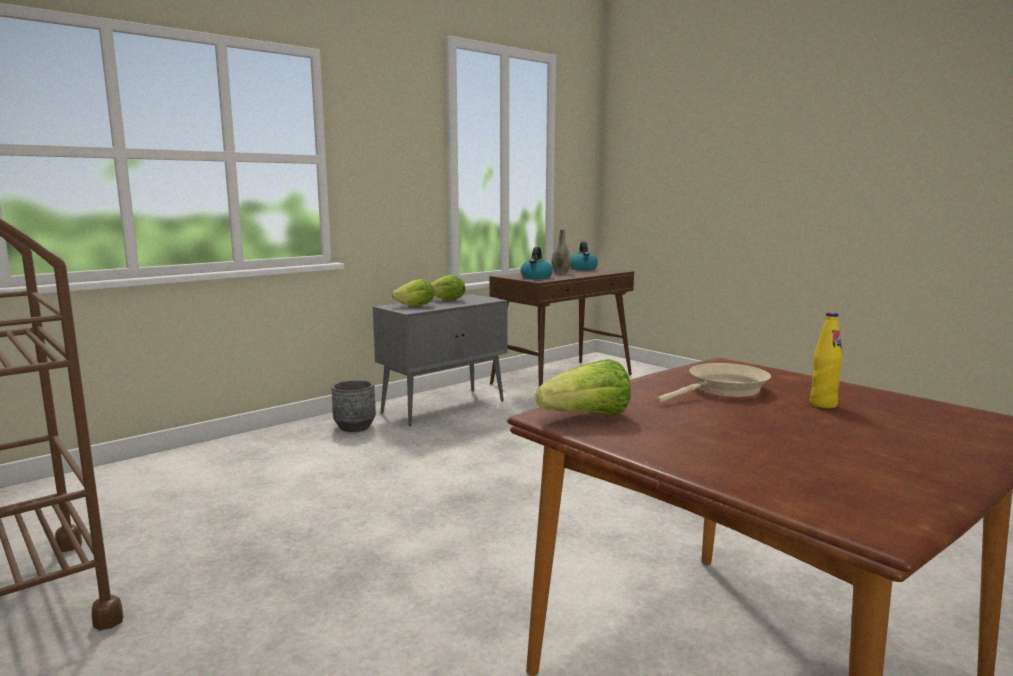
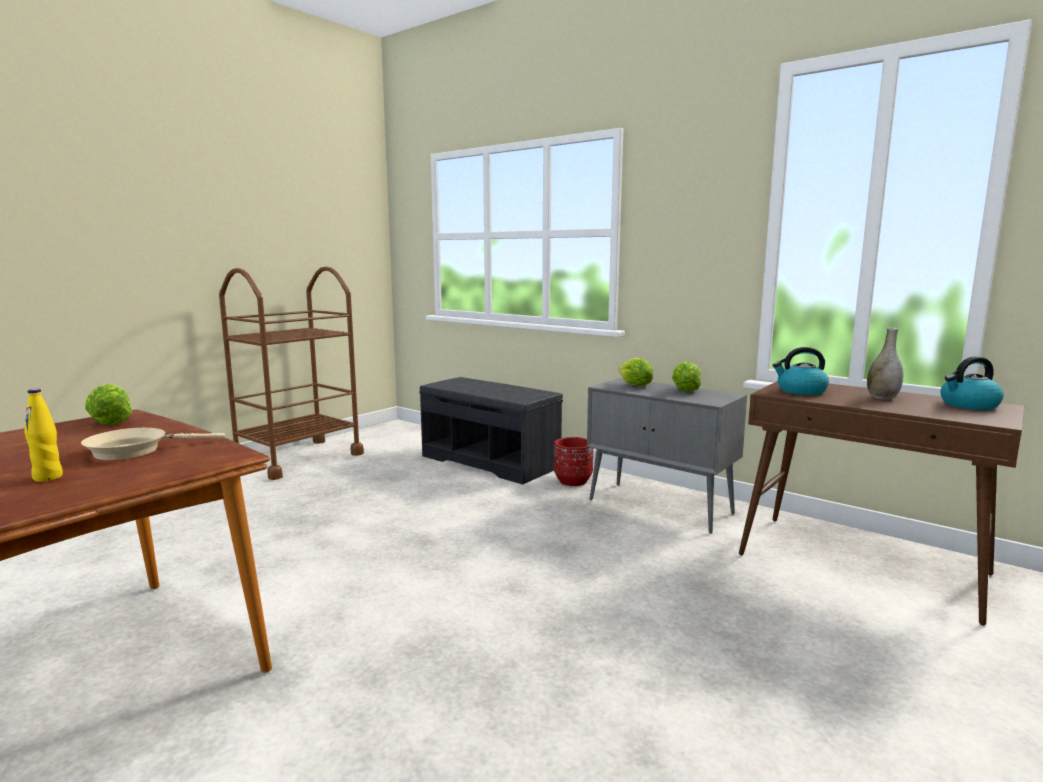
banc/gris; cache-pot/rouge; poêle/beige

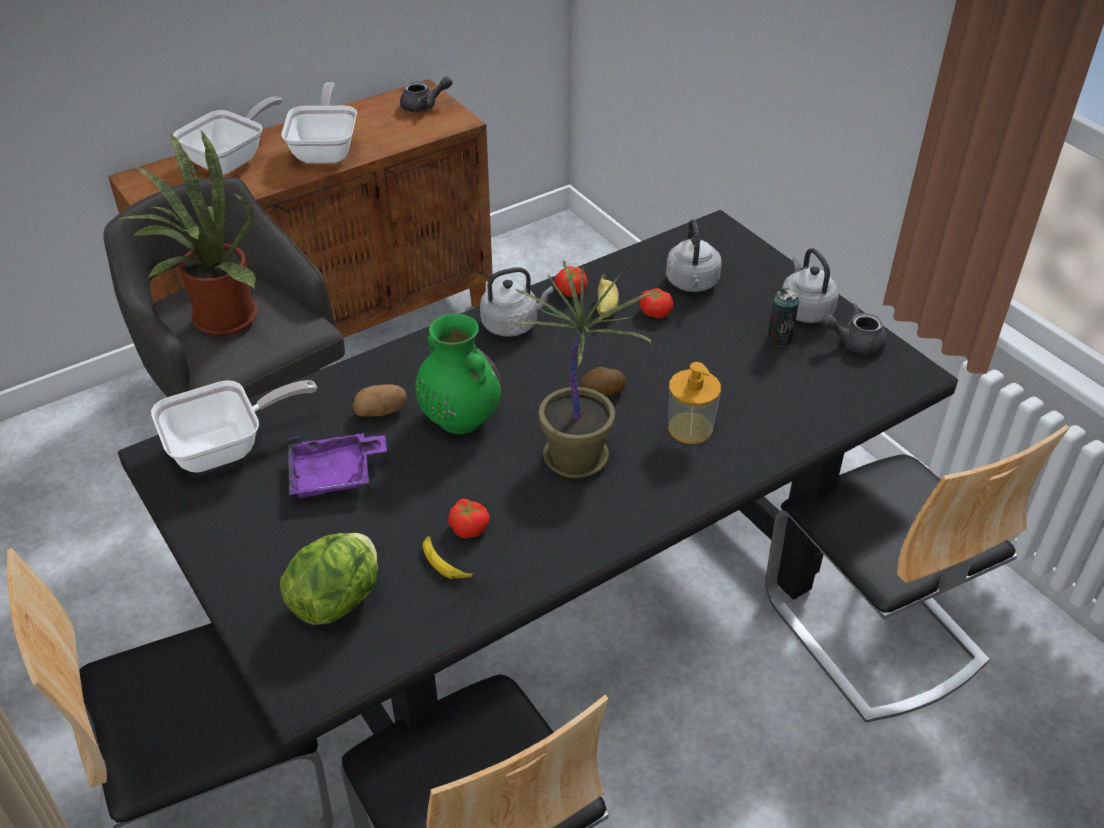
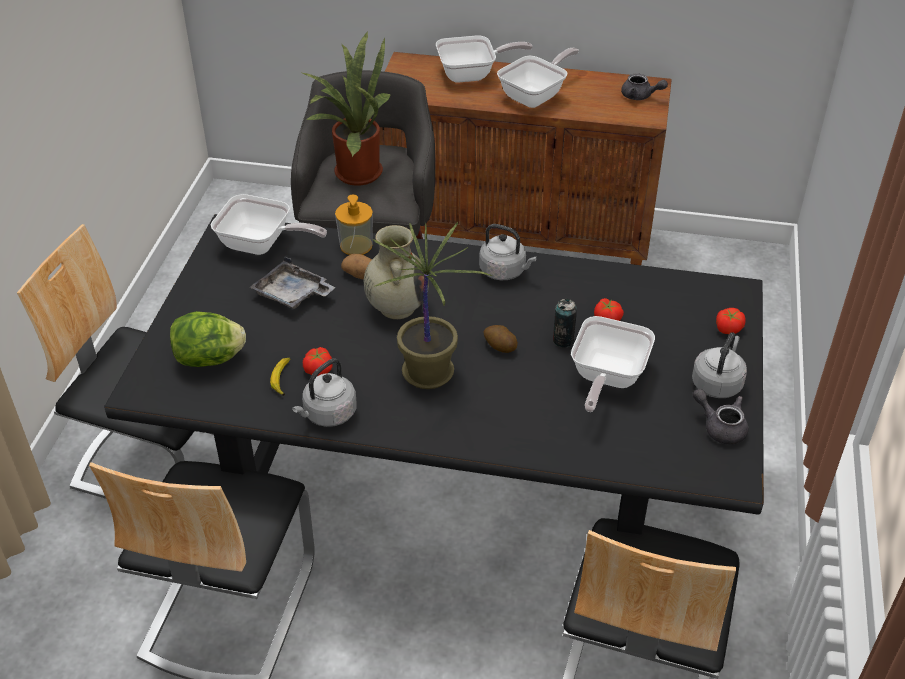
banane (2nd from left in the first image); poêle (4th from left); tomate (3rd from left); bouilloire/gris (1st from left); distributeur de savon; boîte métallique; plateau/gris; vase/beige

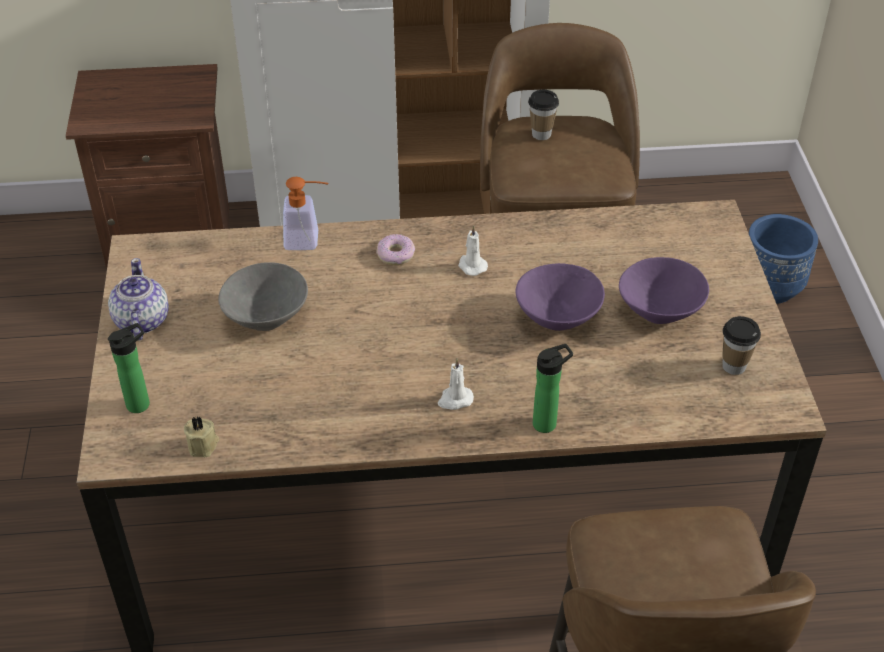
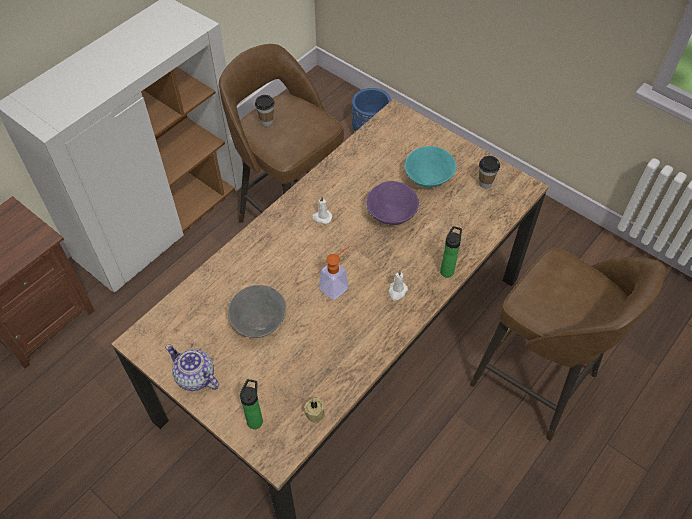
beignet; distributeur de savon; bol/turquoise

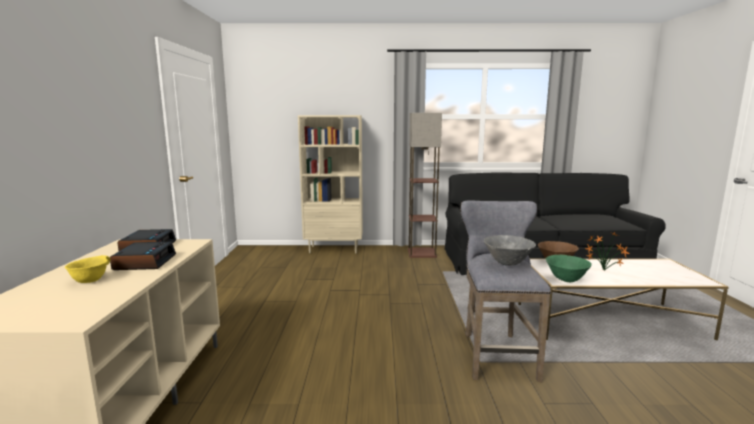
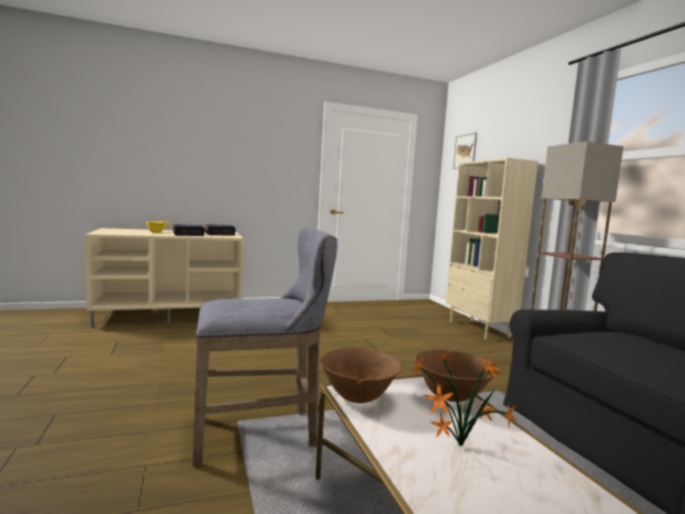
bol/gris; tableau; bol/marron (1st from left)

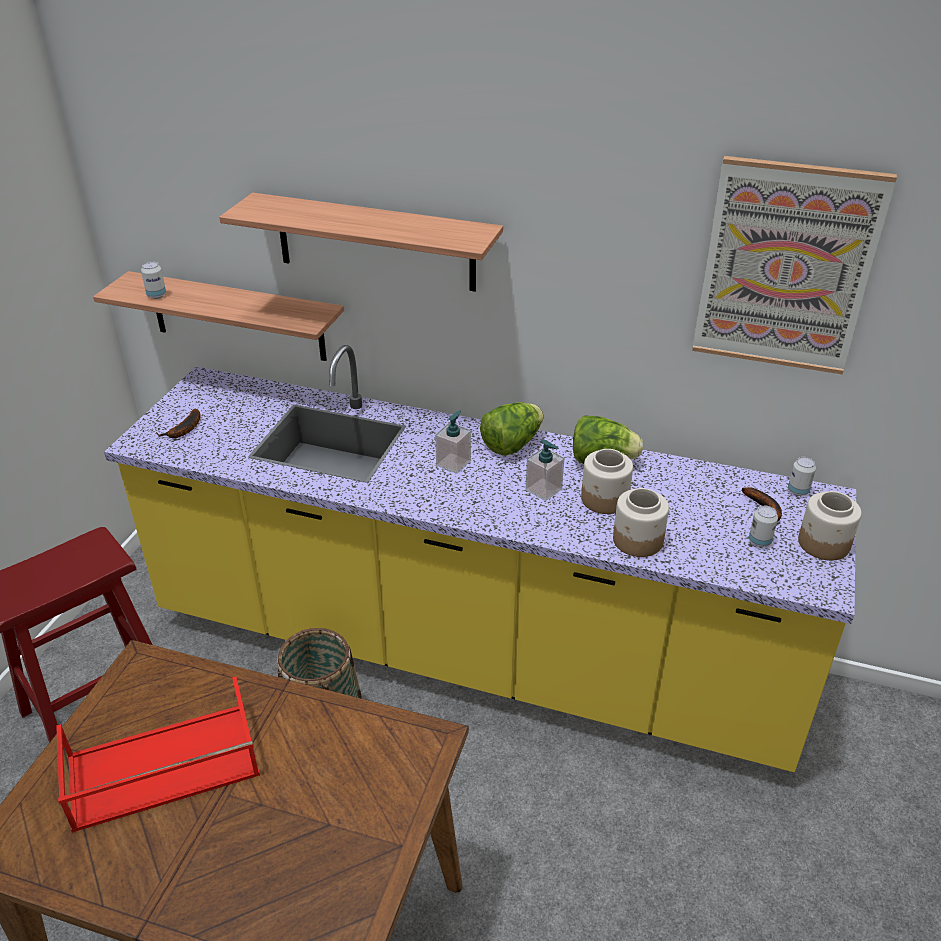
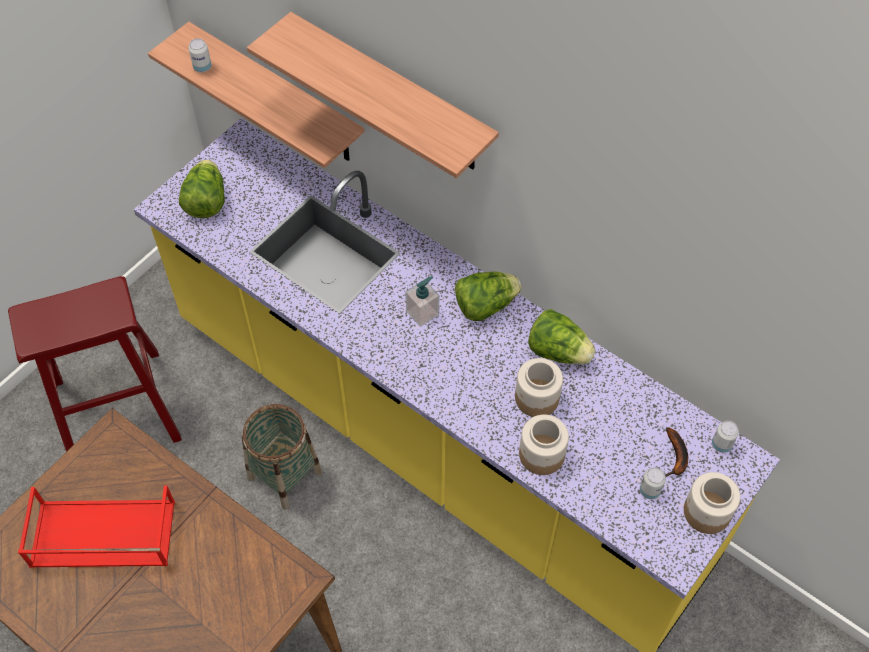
distributeur de savon (2nd from left in the first image); tableau; laitue (1st from left)

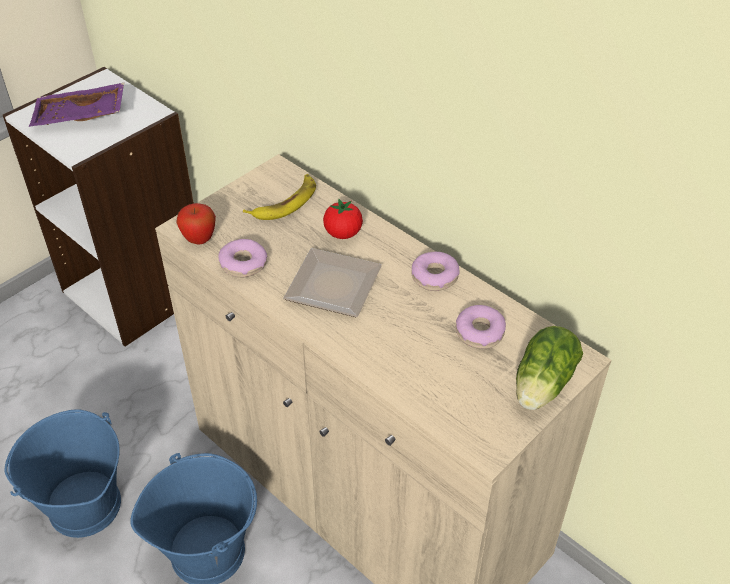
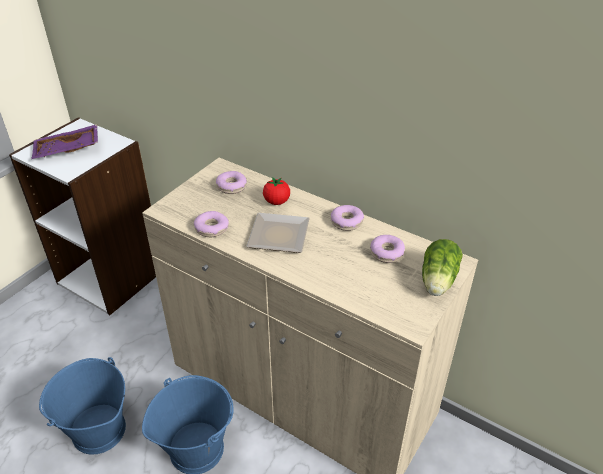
pomme; beignet (2nd from left)

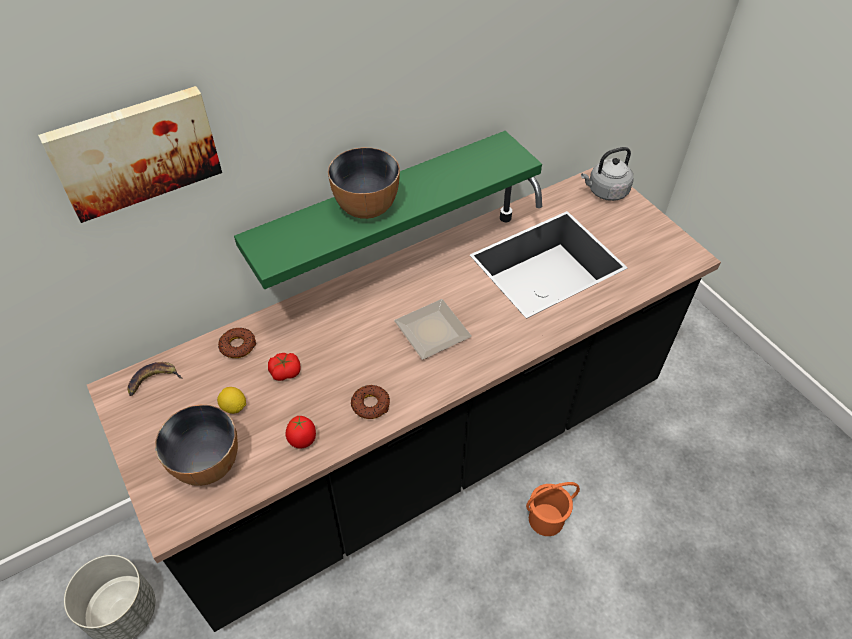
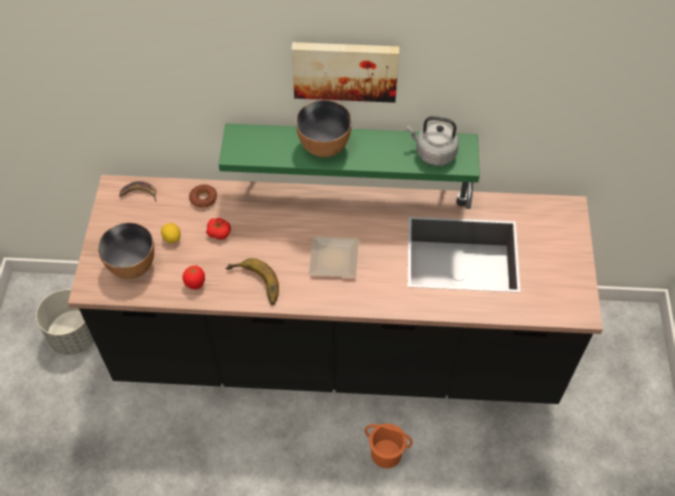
tableau; bouilloire/gris; banane (2nd from left)

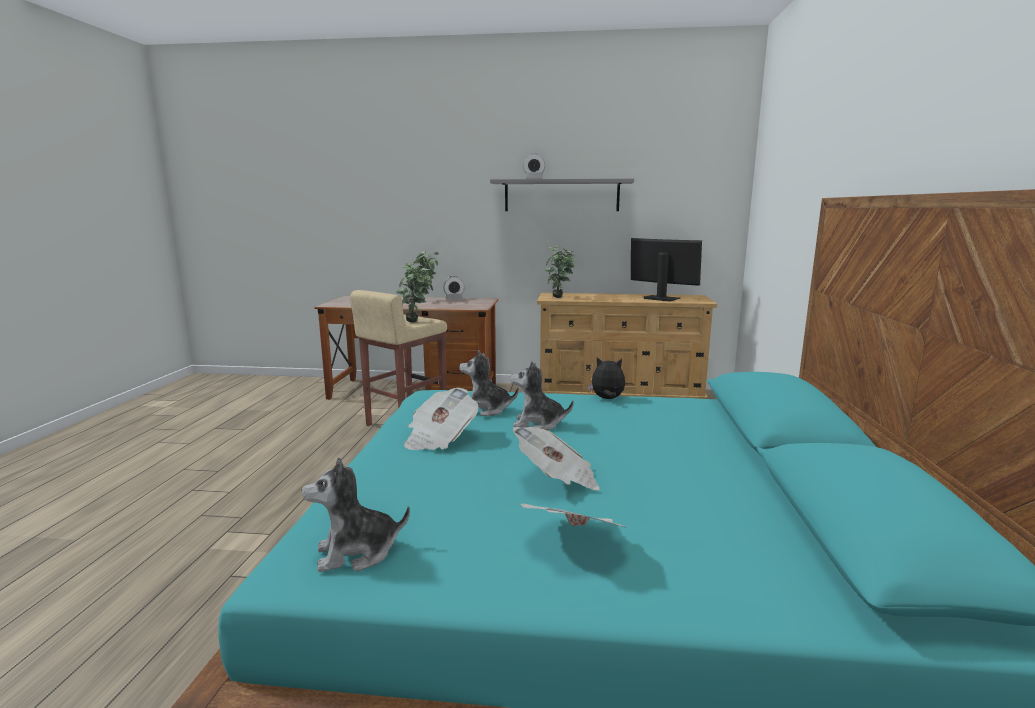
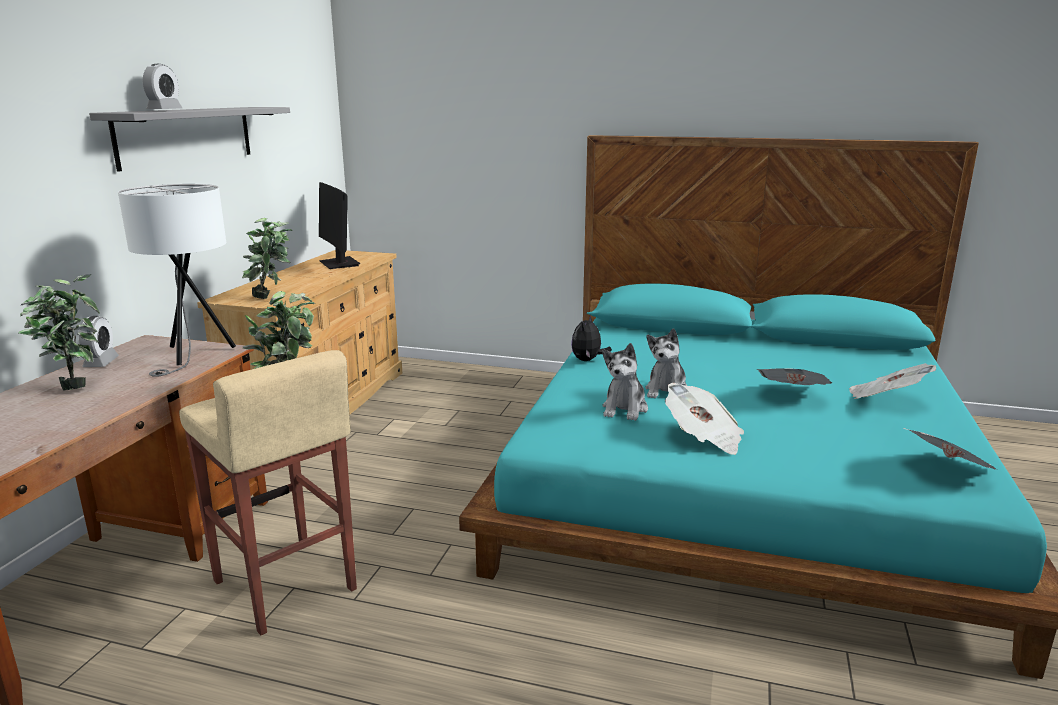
lampe de table/blanc; journal (4th from left); écran d'ordinateur

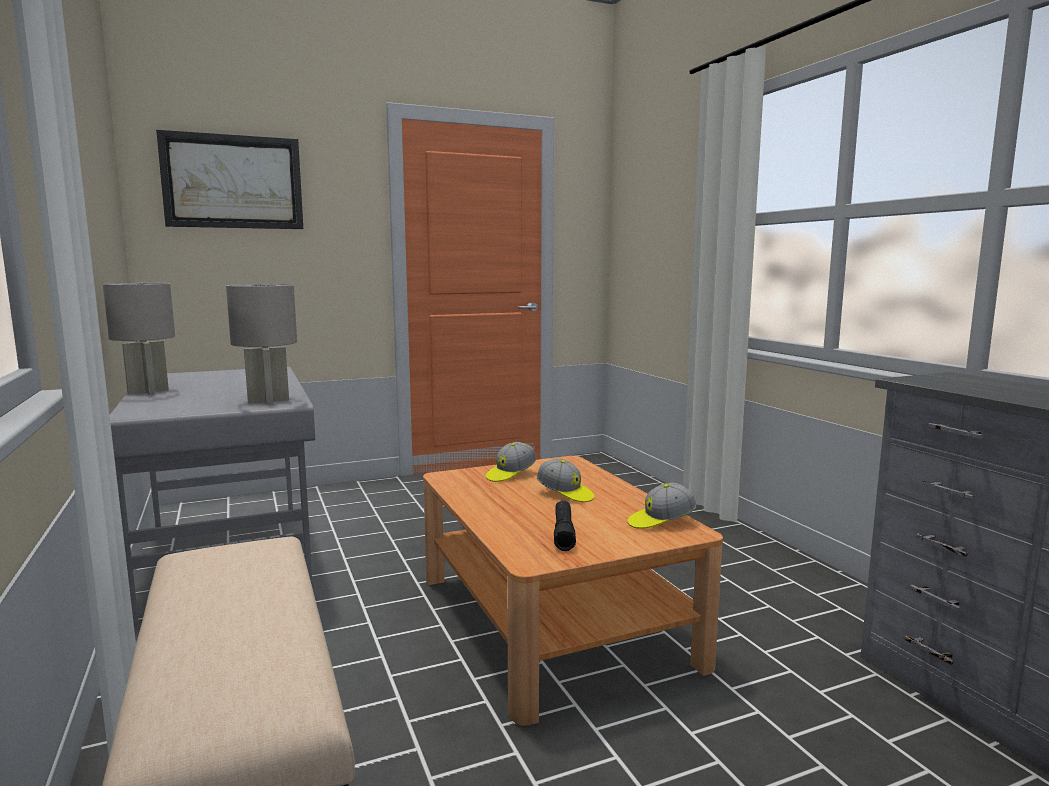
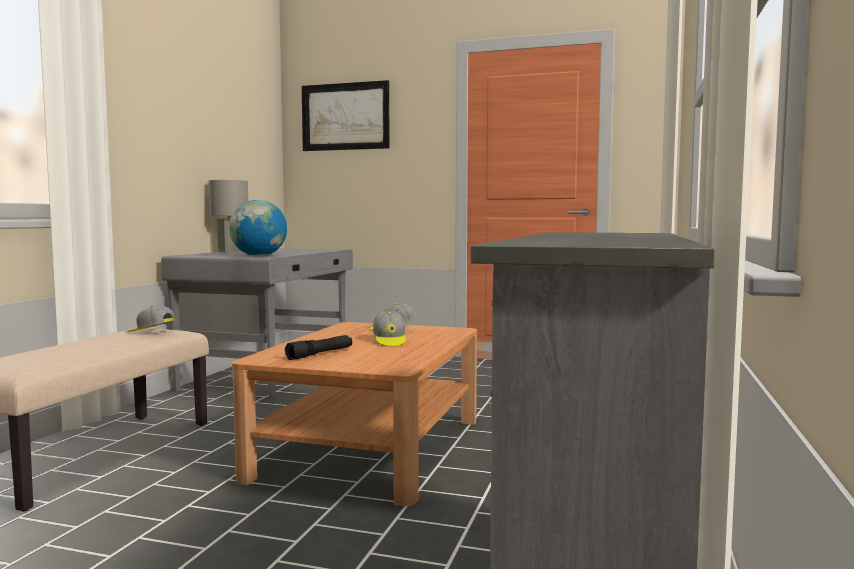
casquette (1st from left); globe

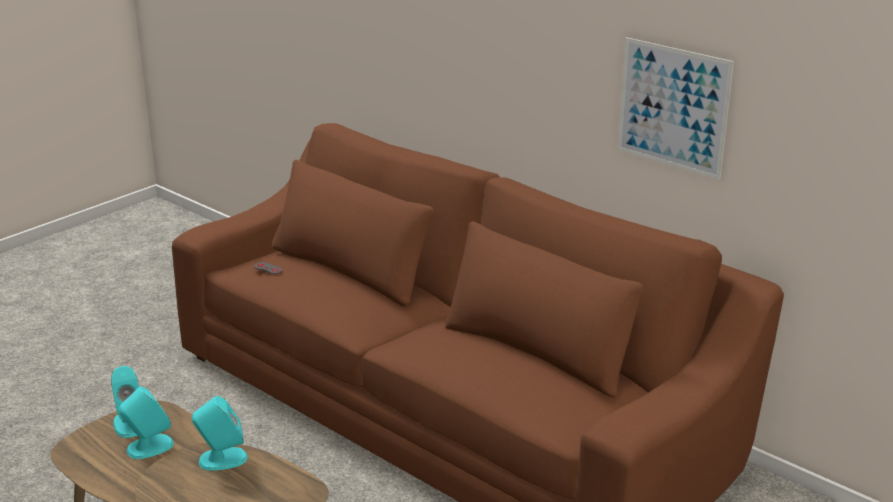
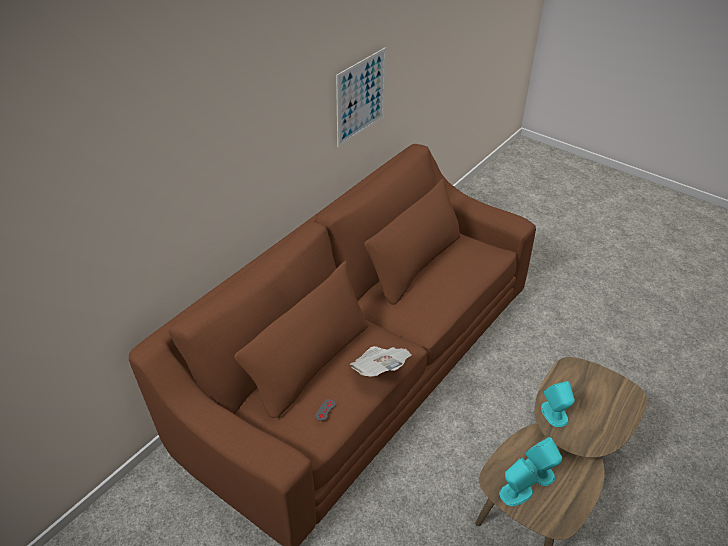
journal

